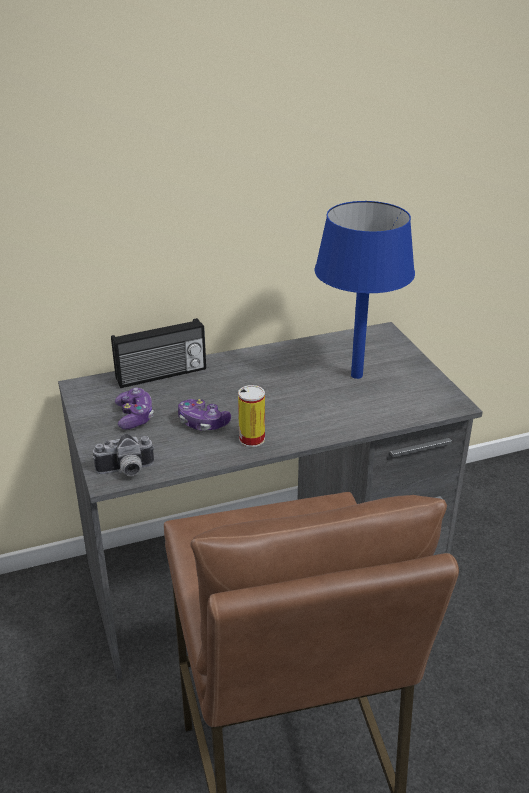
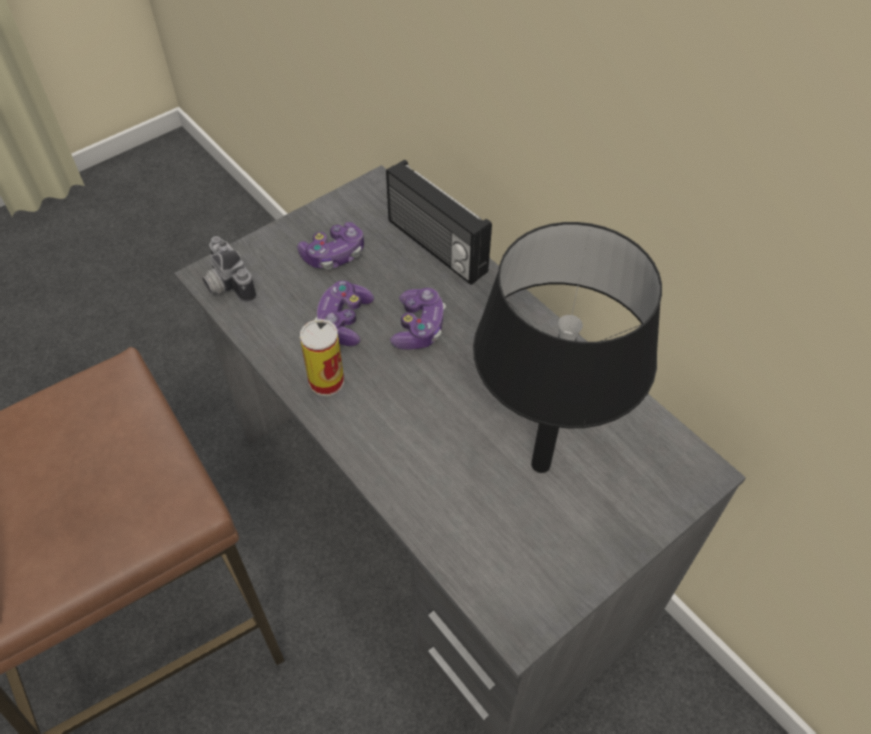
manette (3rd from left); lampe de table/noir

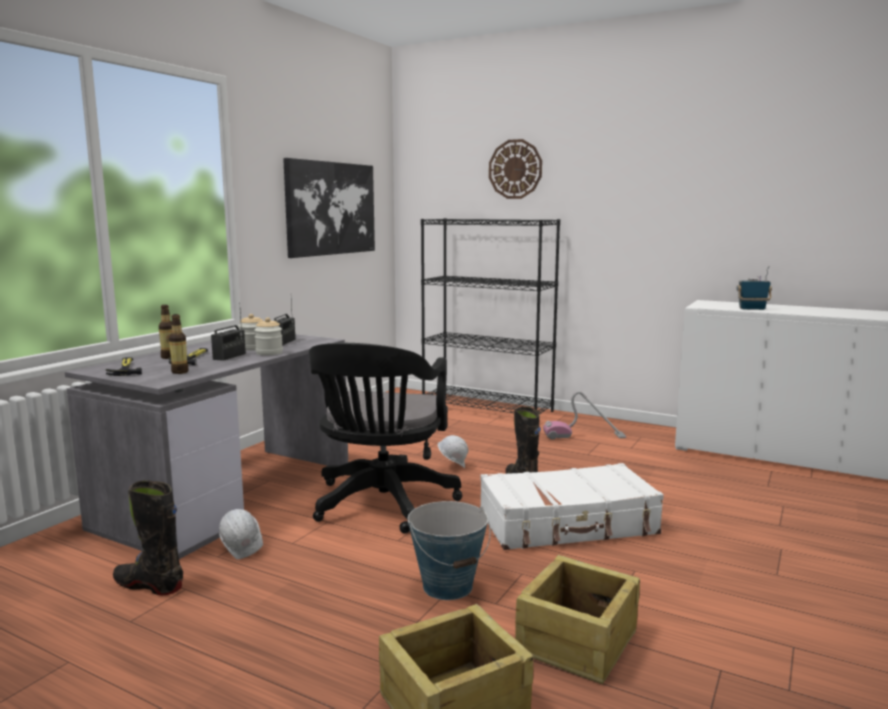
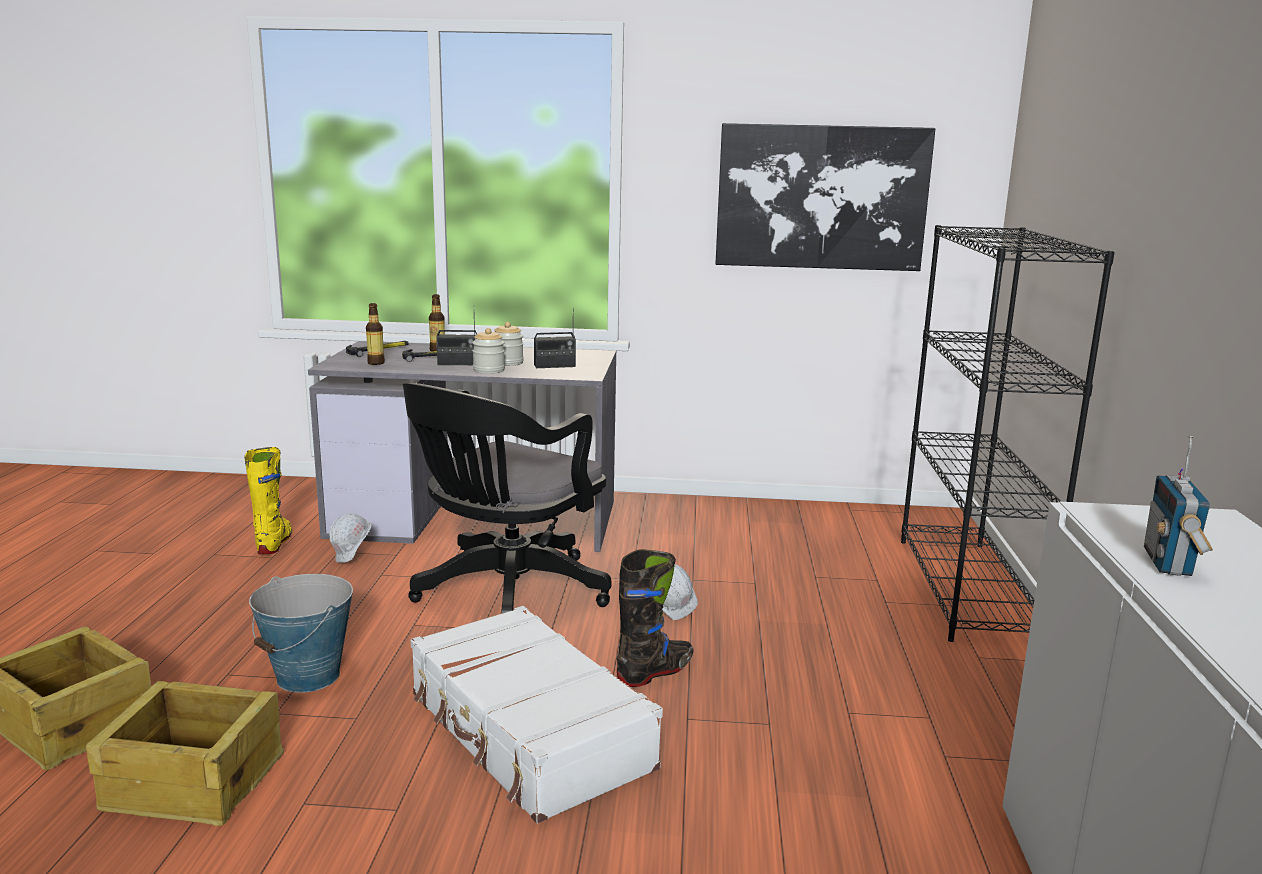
horloge murale; aspirateur; botte/jaune; chaise de bureau/noir; radio (3rd from left)

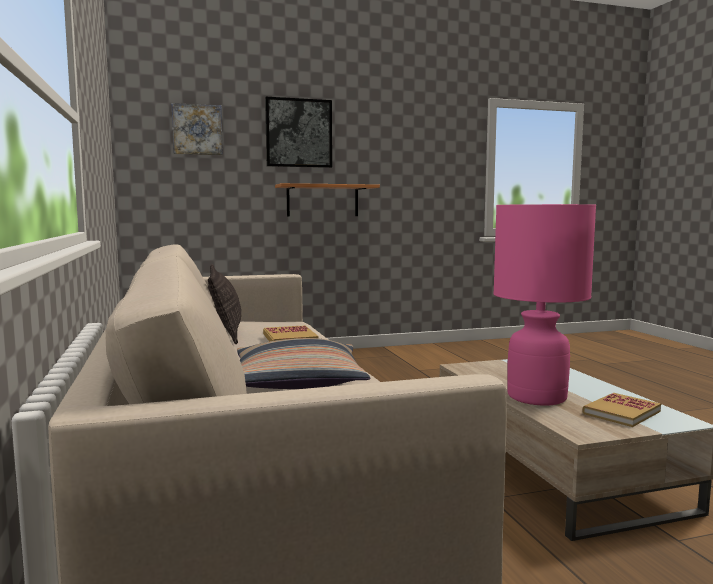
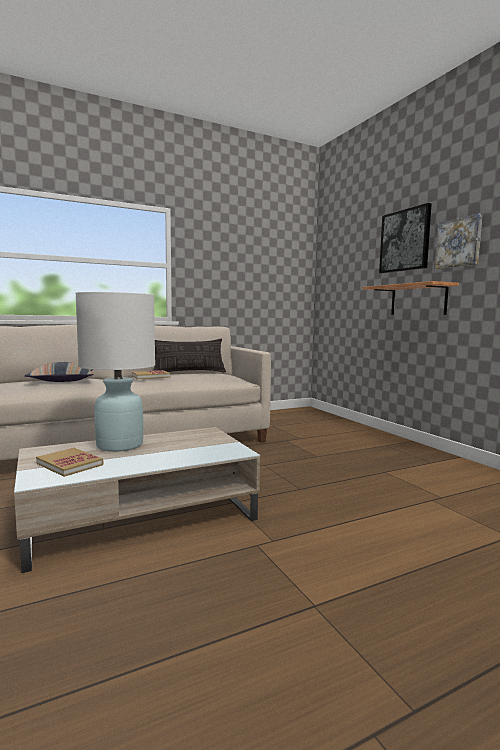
tableau (2nd from left); lampe de table/blanc

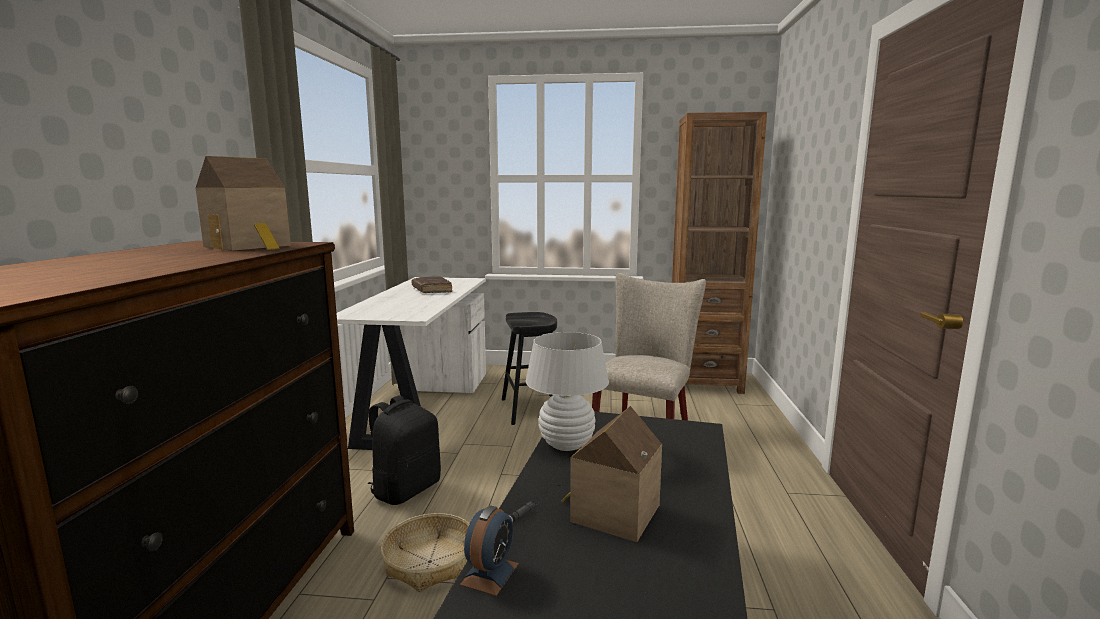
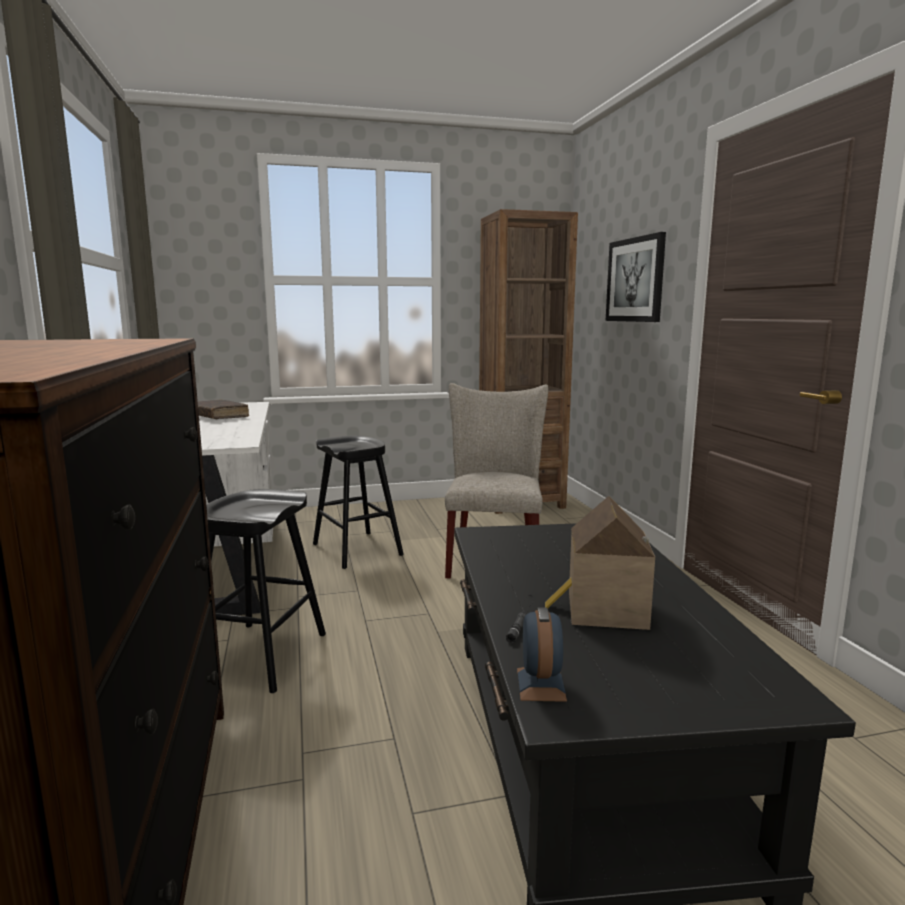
maison miniature (1st from left in the first image); panier; lampe de table/blanc; tableau; tabouret/noir (1st from left)

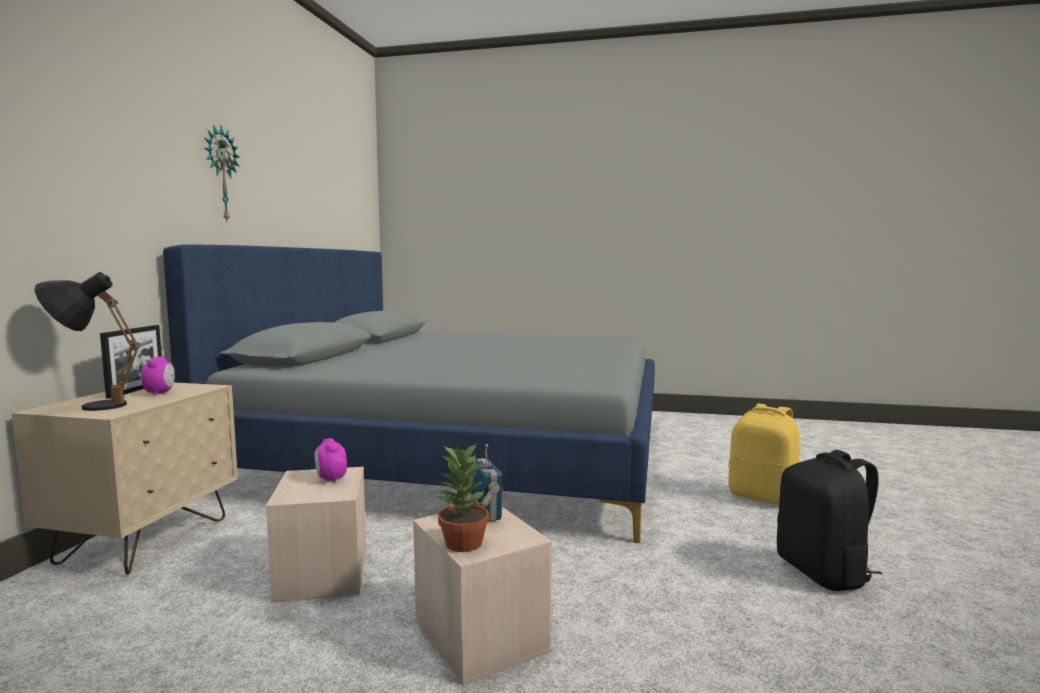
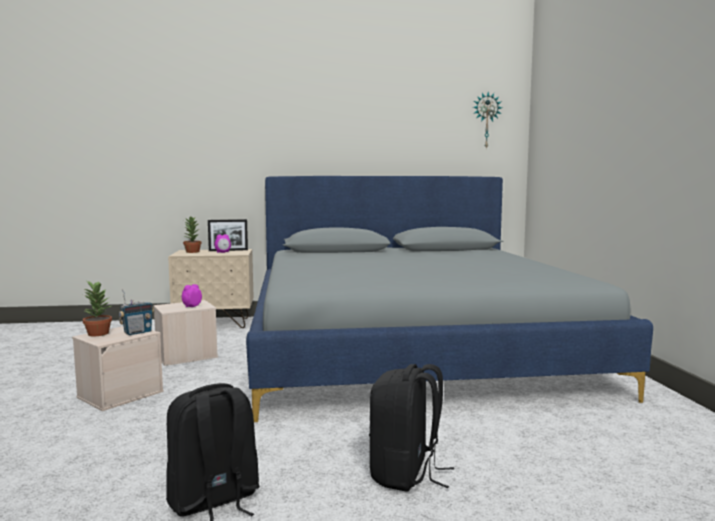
horloge murale; plante en pot (2nd from left); sac à dos/noir (2nd from left)

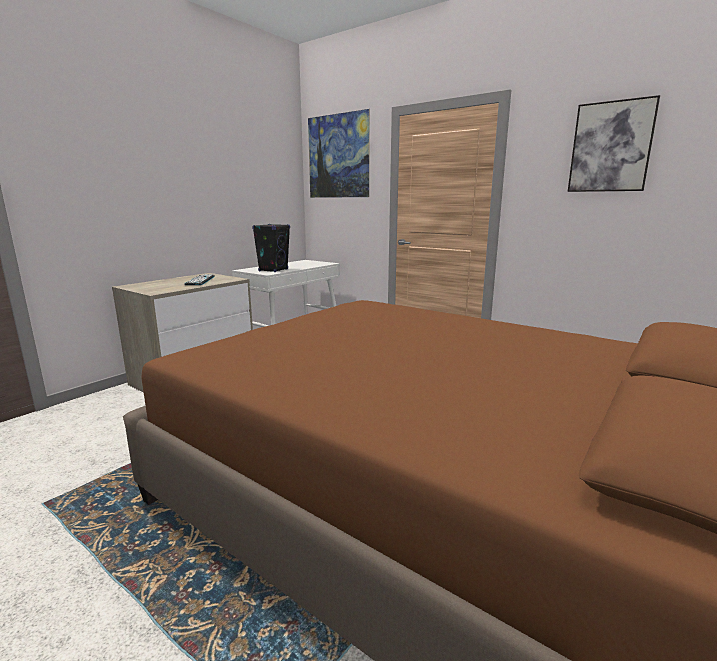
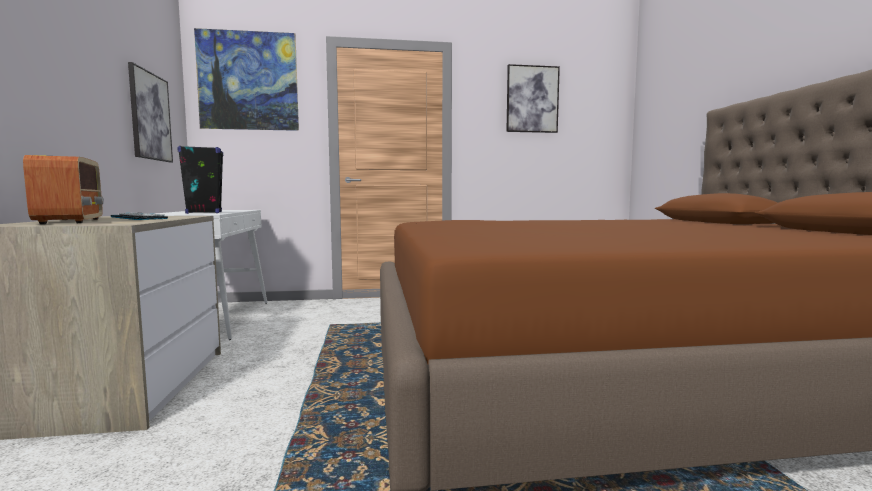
radio; tableau (1st from left)

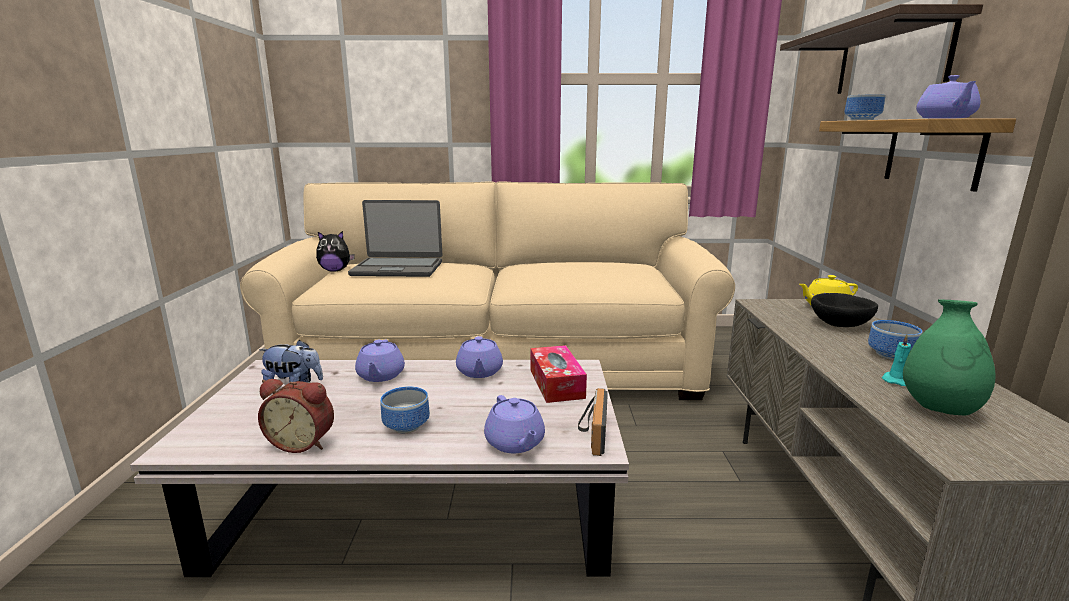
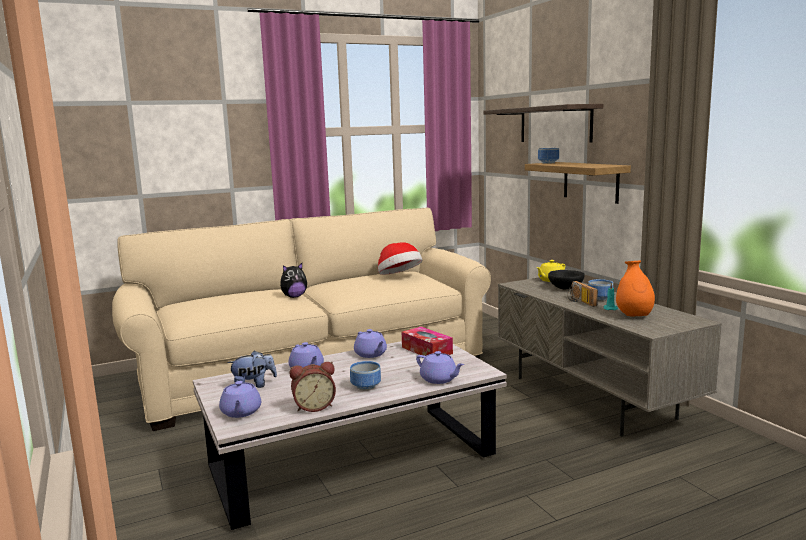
ordinateur portable; chapeau; peluche (2nd from left); radio; théière/violet (1st from left); vase/orange

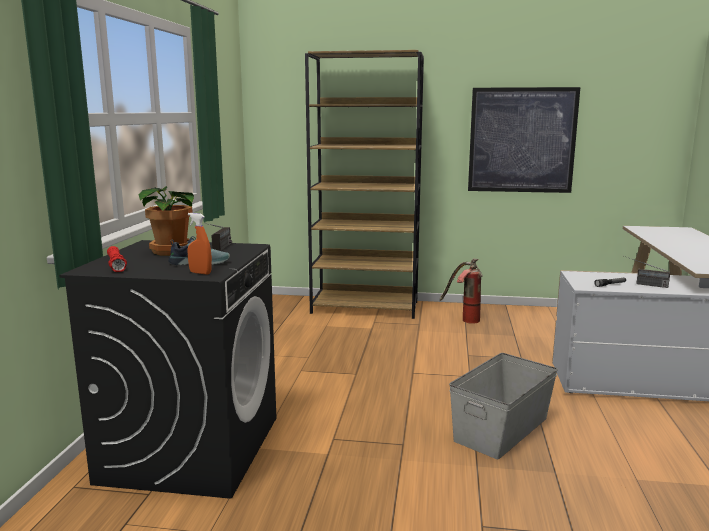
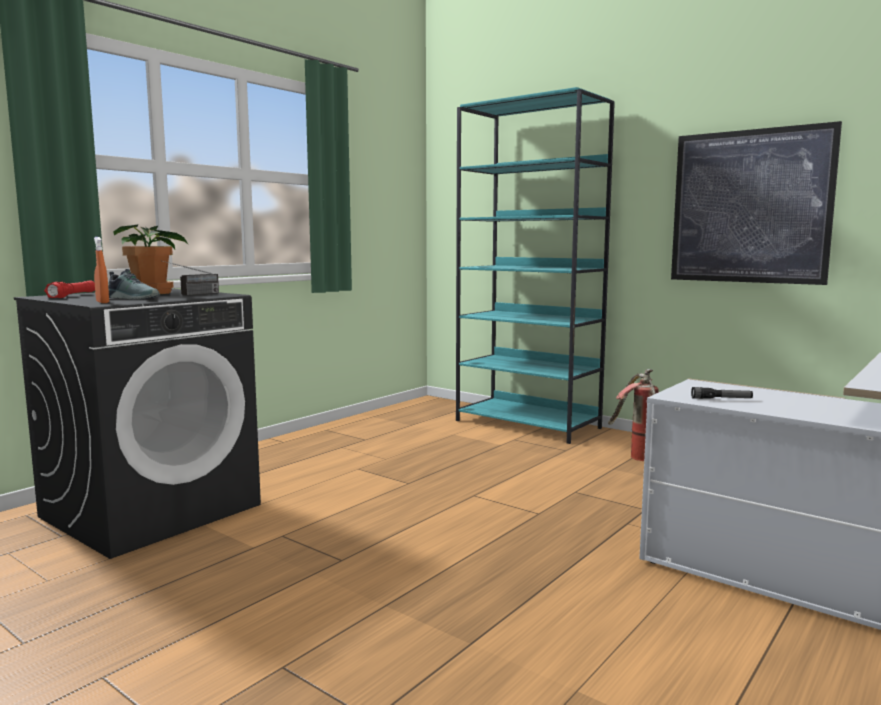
boîte de rangement/gris; radio (2nd from left in the first image); bibliothèque/turquoise

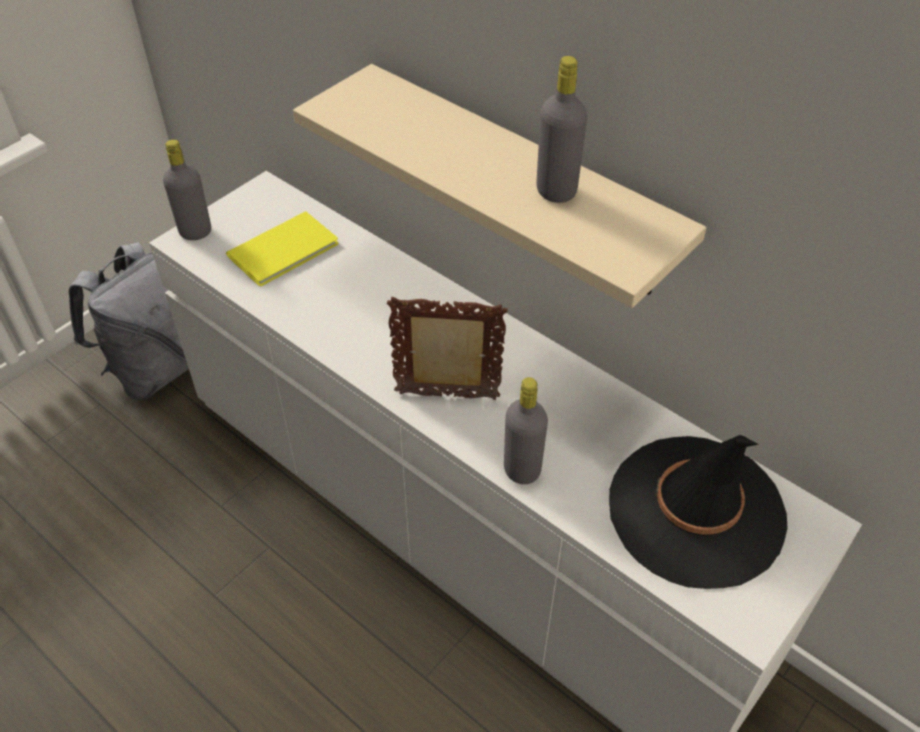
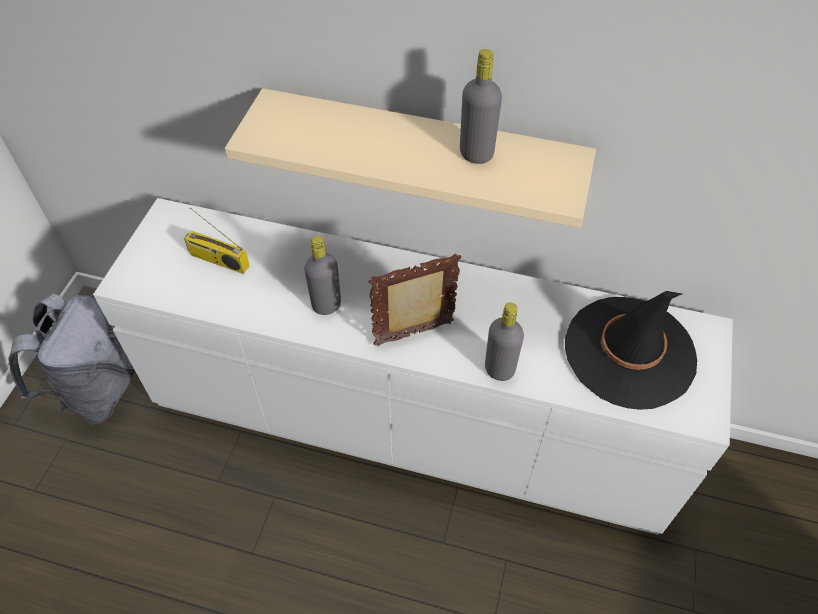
bouteille/gris (1st from left); radio

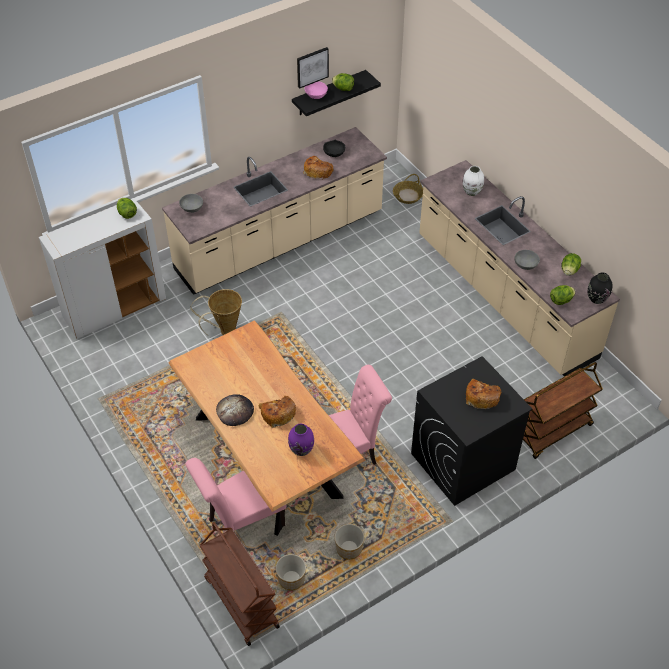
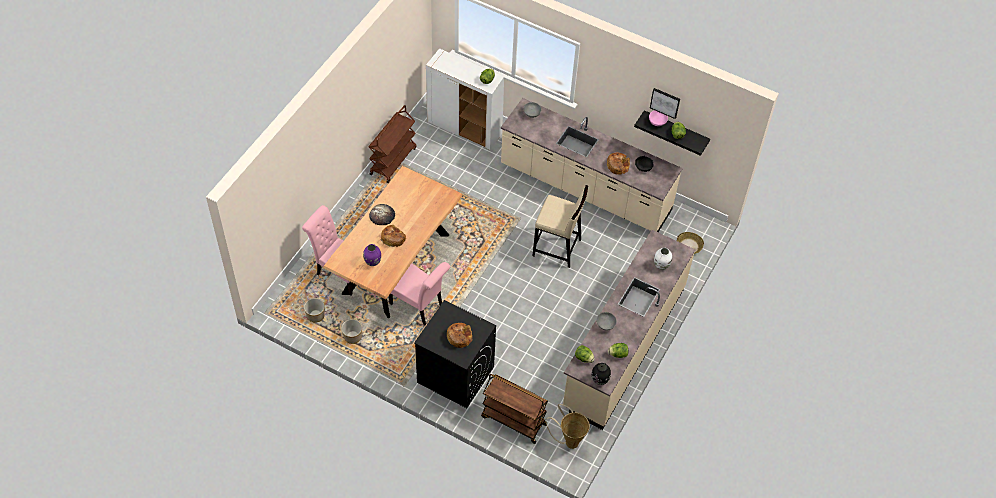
tabouret/beige; panier (1st from left); chariot/marron (1st from left)

